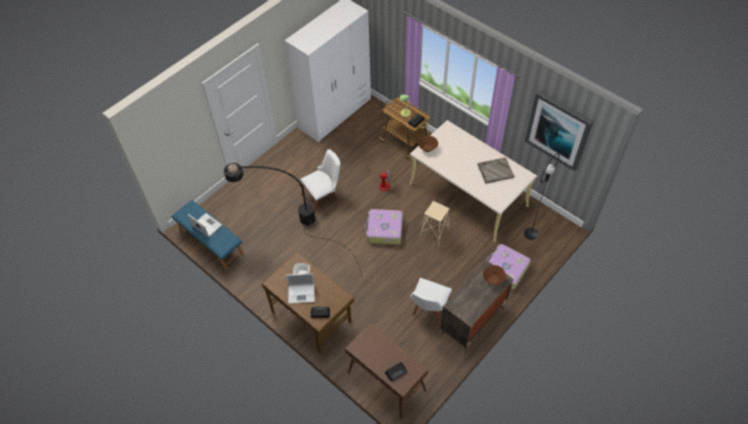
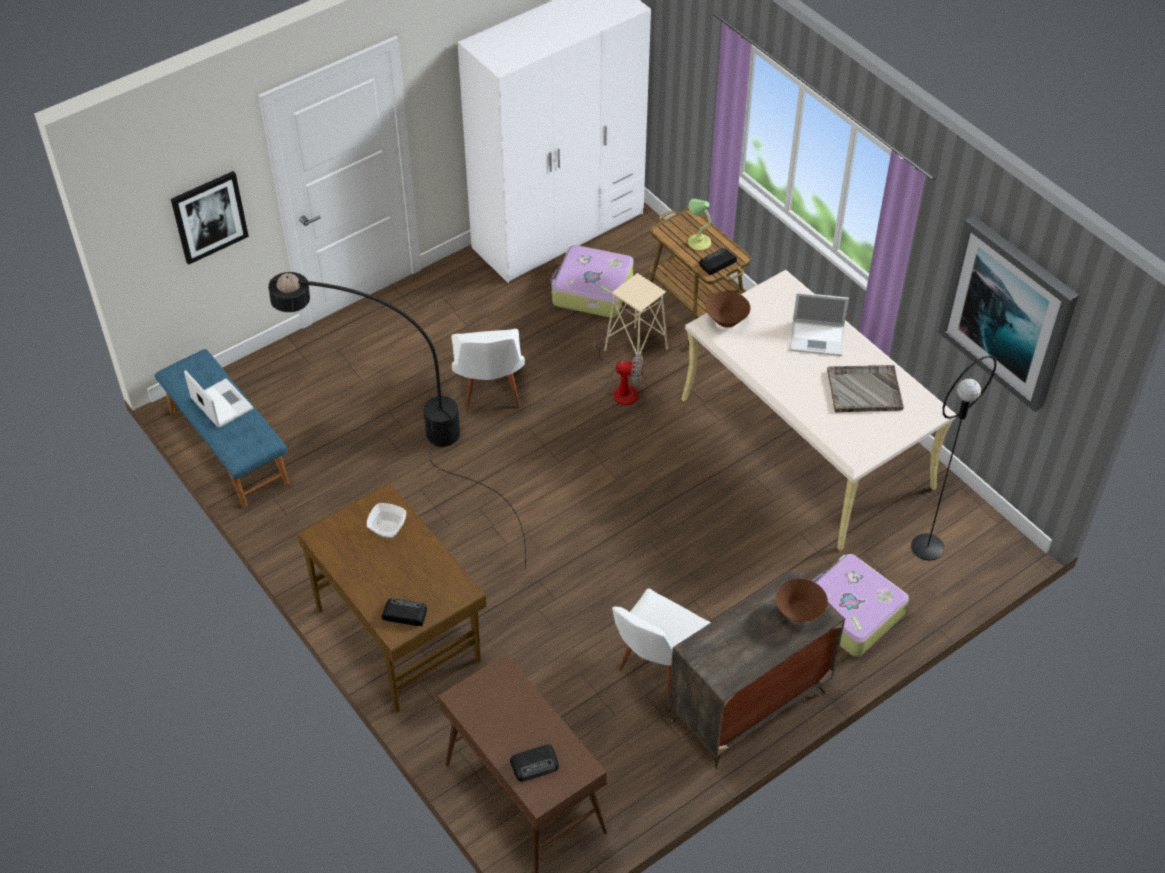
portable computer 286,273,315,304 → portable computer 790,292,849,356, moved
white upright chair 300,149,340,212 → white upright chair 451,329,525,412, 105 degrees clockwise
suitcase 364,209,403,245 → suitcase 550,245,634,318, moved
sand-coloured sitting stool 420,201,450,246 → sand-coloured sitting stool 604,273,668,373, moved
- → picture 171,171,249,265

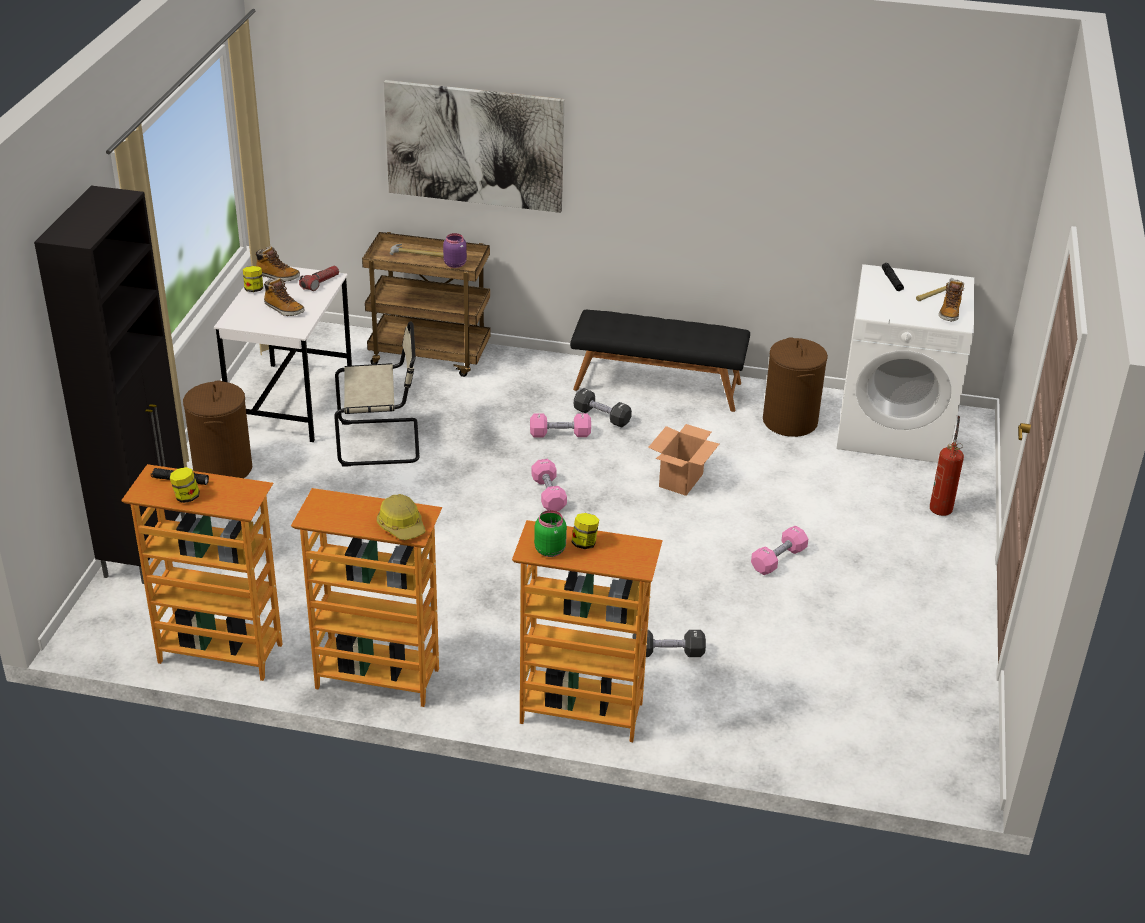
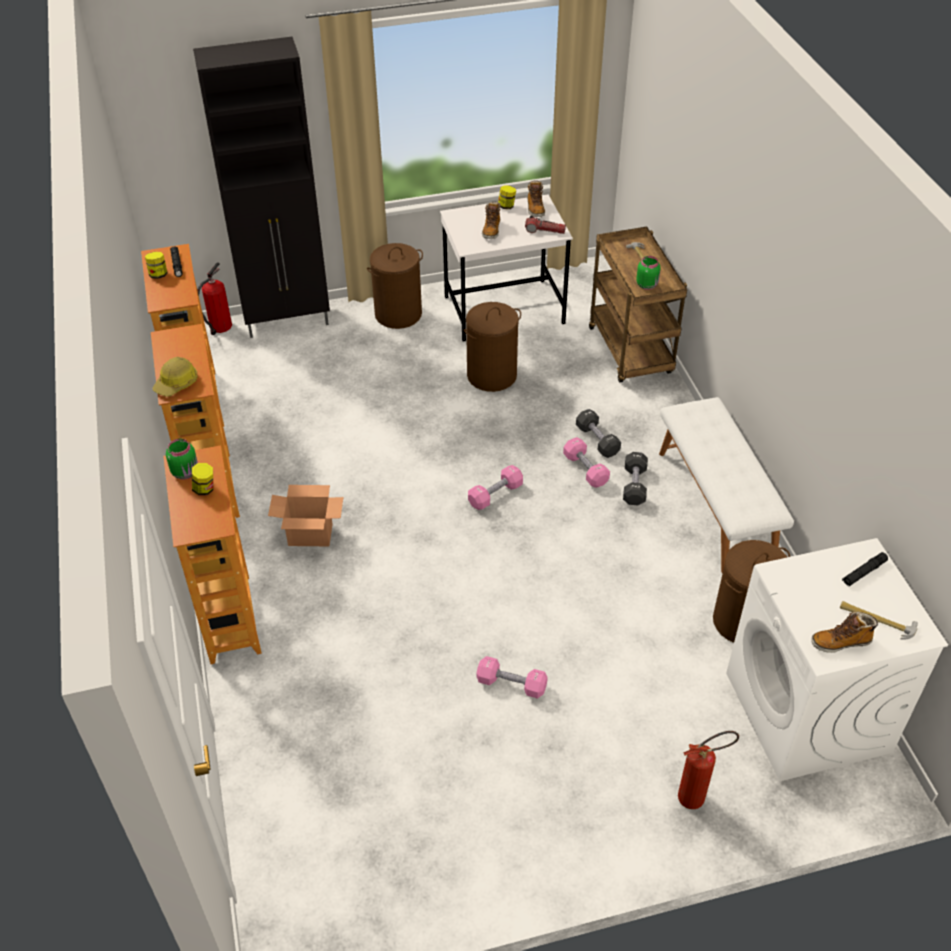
sand-coloured upright chair 334,322,419,467 → brown hamper 464,302,521,392
picture 384,80,564,213 → -
purplish jar 443,233,467,268 → greenish jar 636,256,660,290
blackish bench 570,310,750,412 → white bench 659,397,794,573
blackish hand weight 632,630,706,657 → blackish hand weight 576,409,621,458, moved
cardboard box 648,424,719,496 → cardboard box 268,485,343,546, moved
- → extinguisher 197,262,232,335

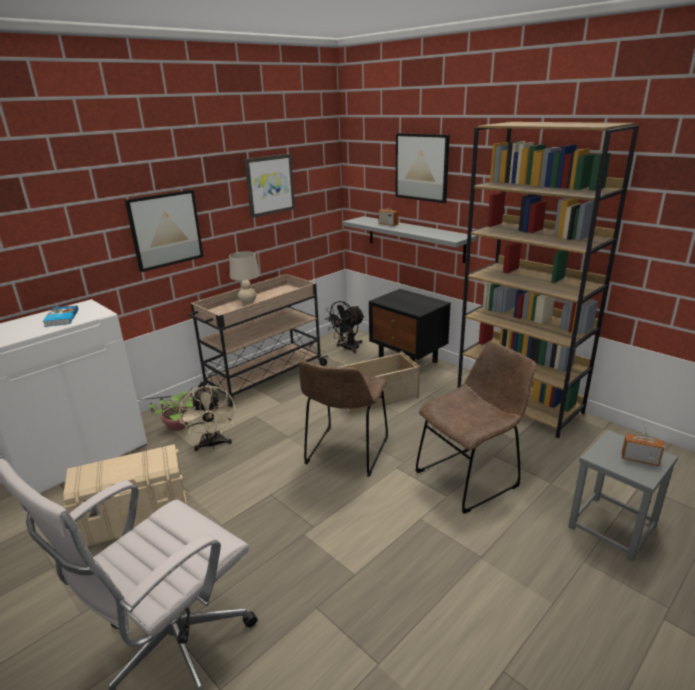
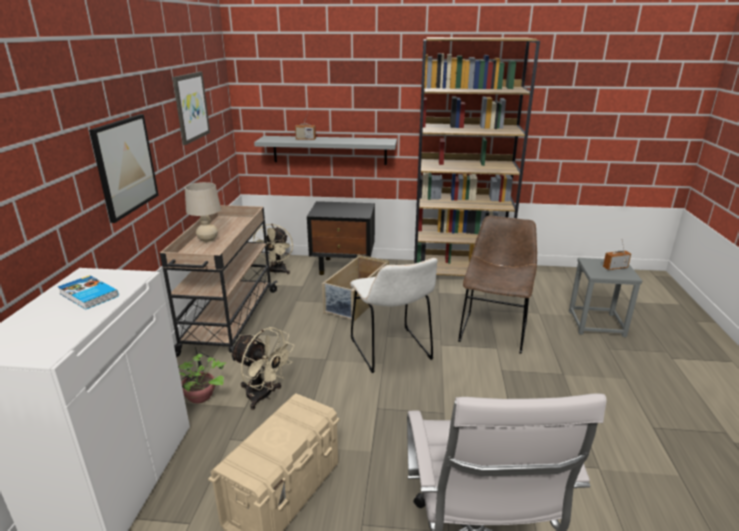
brown upright chair 299,361,388,477 → white upright chair 350,258,438,373
blackish electric fan 324,301,365,354 → sand-coloured electric fan 253,224,293,274
picture 395,133,450,203 → -

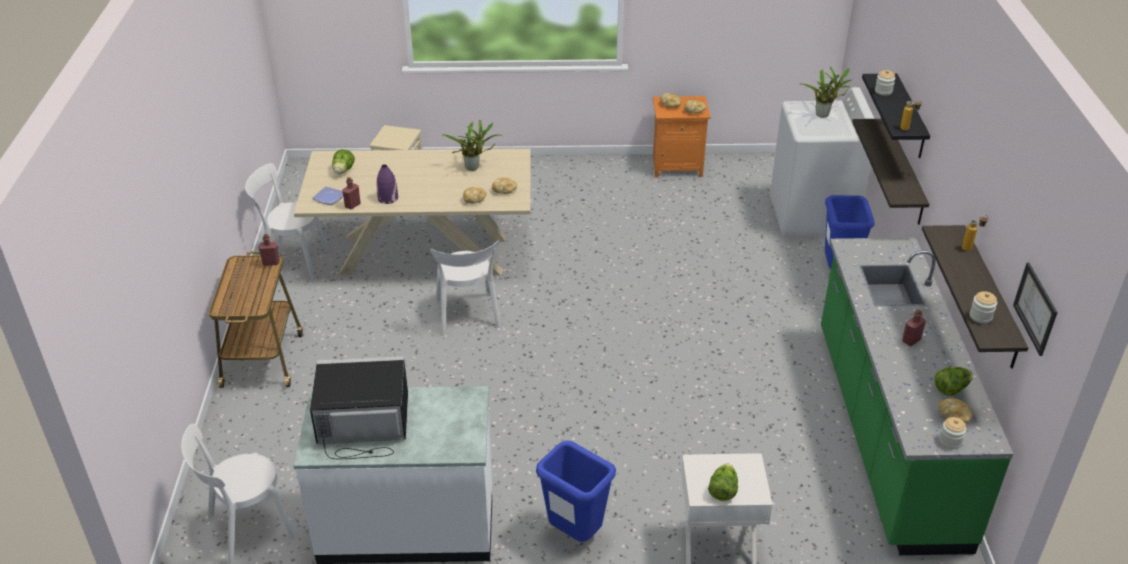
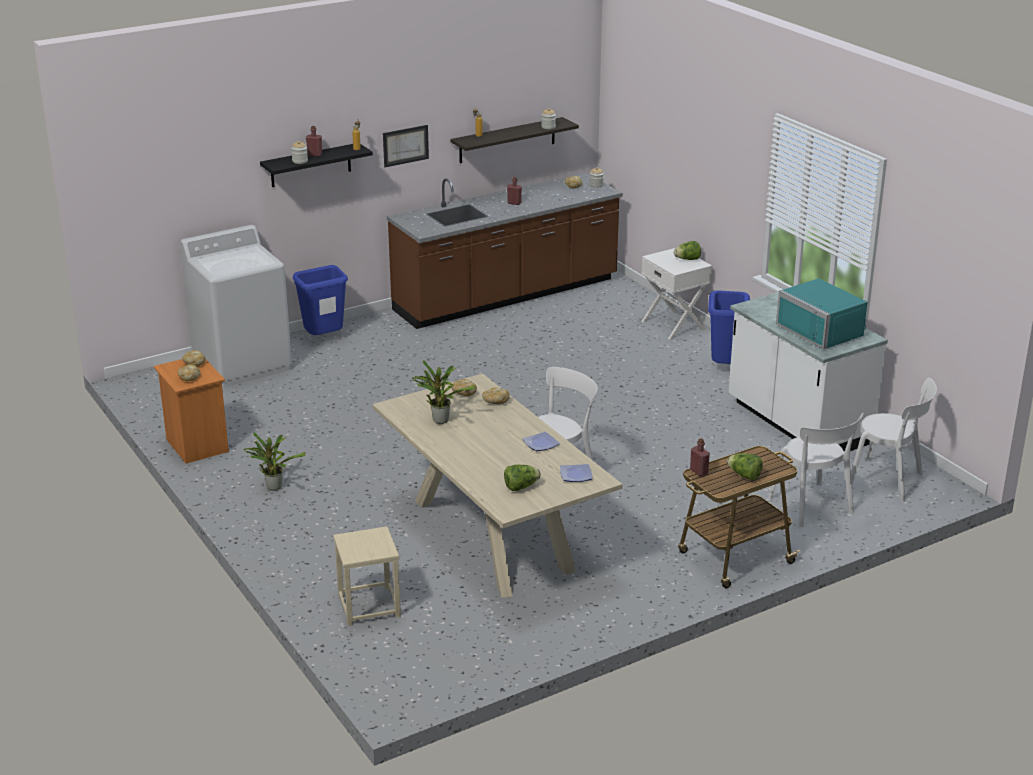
white upright chair 245,163,328,279 → white upright chair 768,413,864,527, moved
blackish microwave oven 310,356,408,459 → turquoise microwave oven 776,278,867,349
red beverage bottle 342,177,361,210 → red beverage bottle 306,126,322,156, moved
purplish flower vase 376,164,398,204 → flat dish 522,432,560,451
potted plant 801,67,852,118 → potted plant 243,432,306,491, moved
greenish counter 821,238,1013,555 → brown counter 387,173,623,329
wall shelf 852,119,929,225 → -
lettuce head 934,367,973,396 → lettuce head 727,453,763,480, moved
picture 1013,262,1058,356 → picture 383,125,429,167, moved

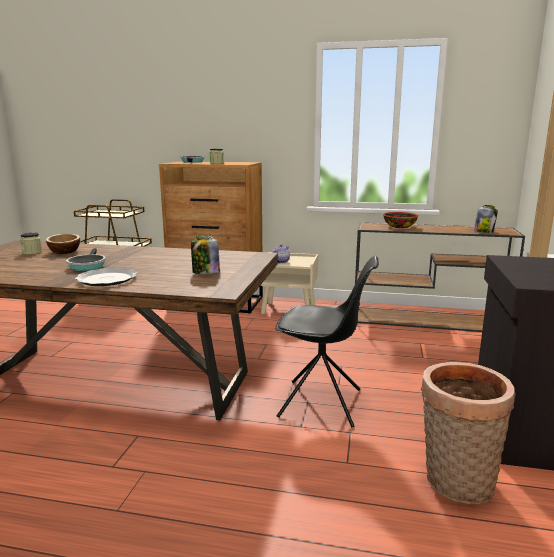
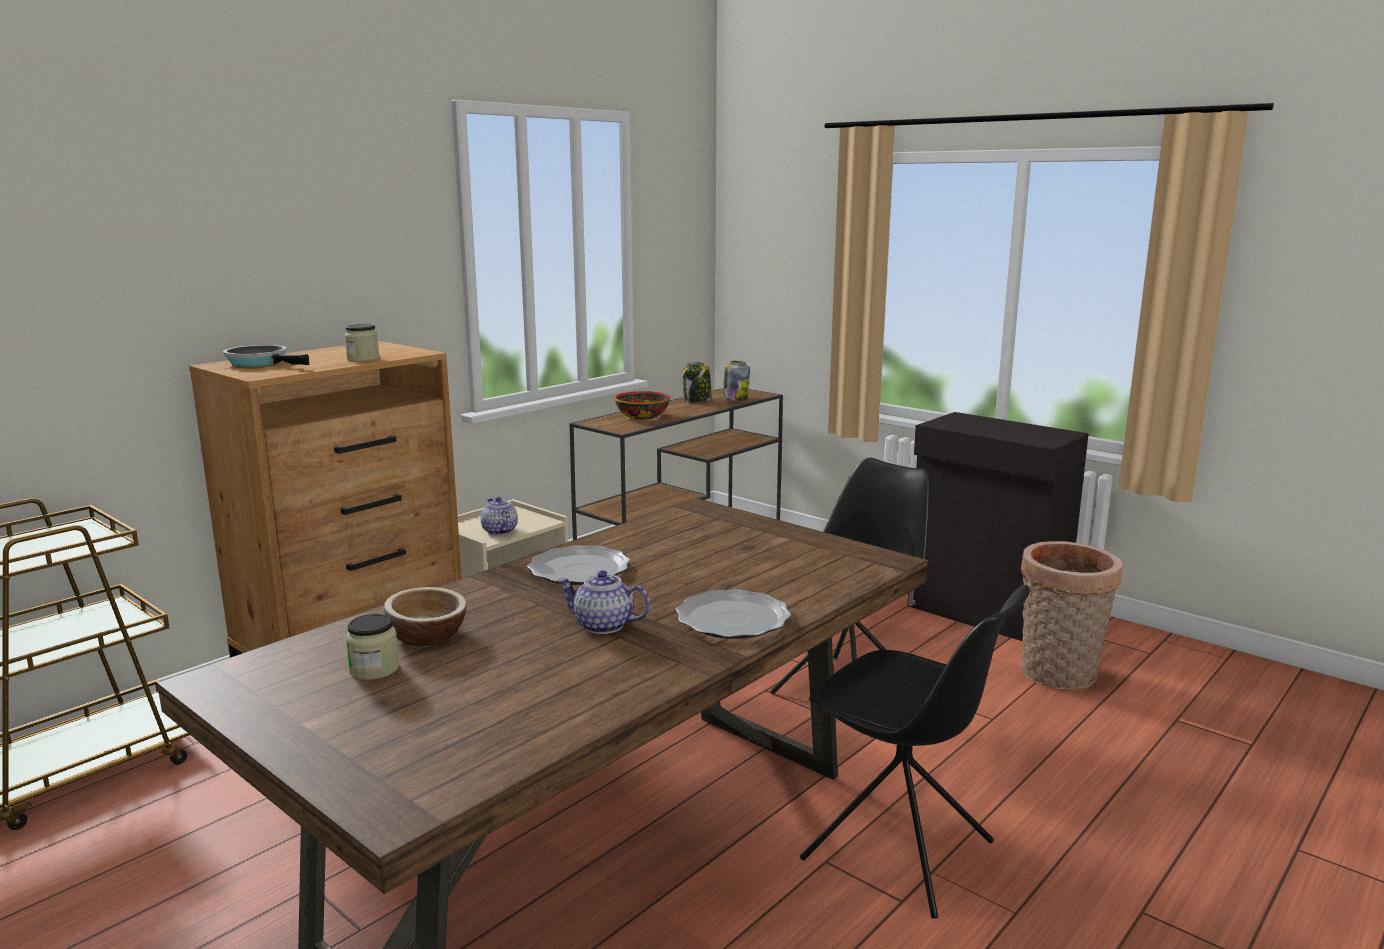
skillet 66,248,106,271 → tea pot 557,570,650,634
jar 191,235,220,274 → jar 682,362,712,403, moved
- → flat dish 527,545,630,585
- → blackish upright chair 800,585,1030,919

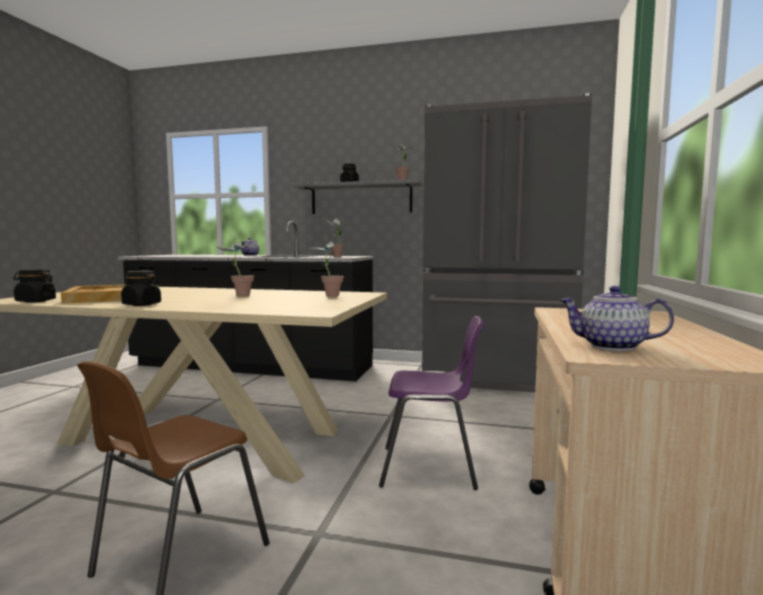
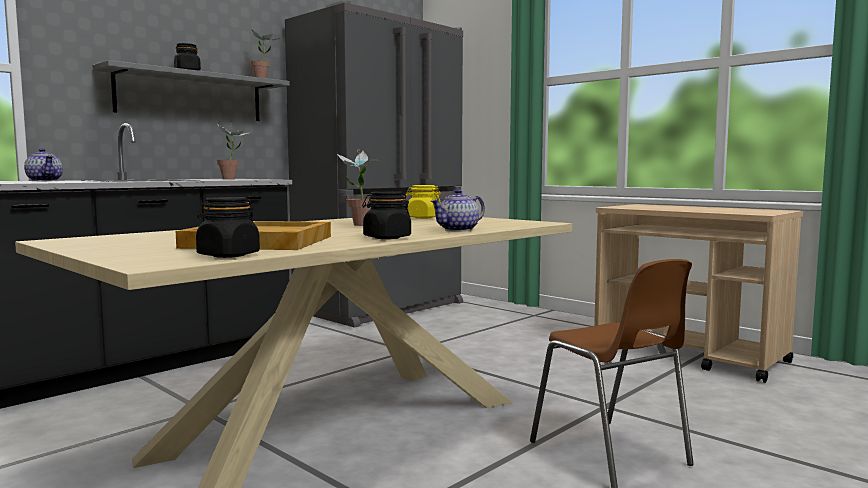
potted plant 307,238,344,297 → yellow jar 406,185,441,219
purplish upright chair 379,316,483,490 → -
tea pot 560,286,674,351 → tea pot 430,189,485,231, moved

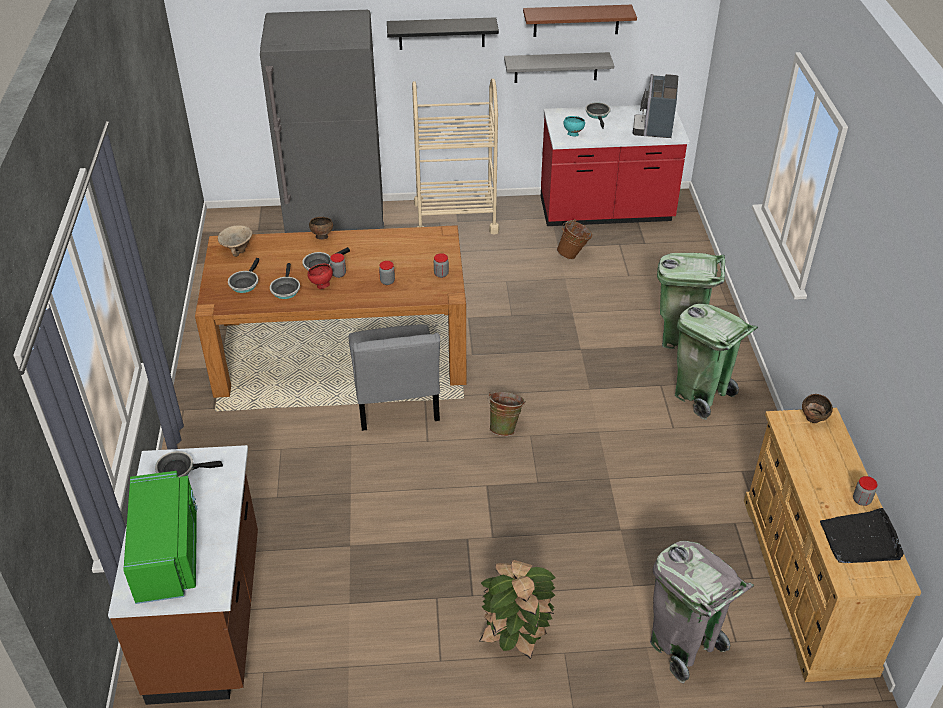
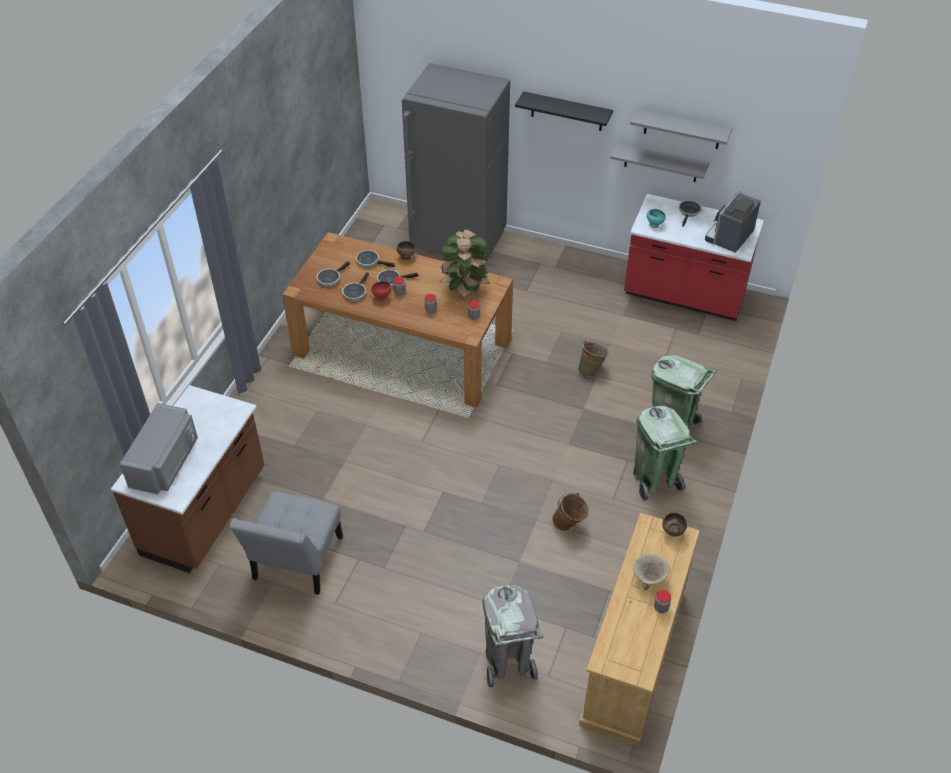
greenish microwave oven 123,471,197,604 → grey microwave oven 120,403,198,495
skillet 155,451,223,478 → skillet 356,250,395,267, moved
sand-coloured serving bowl 218,225,253,257 → sand-coloured serving bowl 633,553,670,590, moved
grey upright chair 349,324,440,431 → grey upright chair 229,491,343,595, moved
sand-coloured trolley 412,79,499,234 → -
potted plant 479,560,556,659 → potted plant 439,229,491,299, moved
greenish pail 487,392,525,436 → greenish pail 578,341,609,377, moved
brown wall shelf 523,5,637,37 → grey wall shelf 630,108,732,149
brown pail 557,219,592,260 → brown pail 552,493,589,531, moved
blackish carrying tray 820,508,904,563 → -

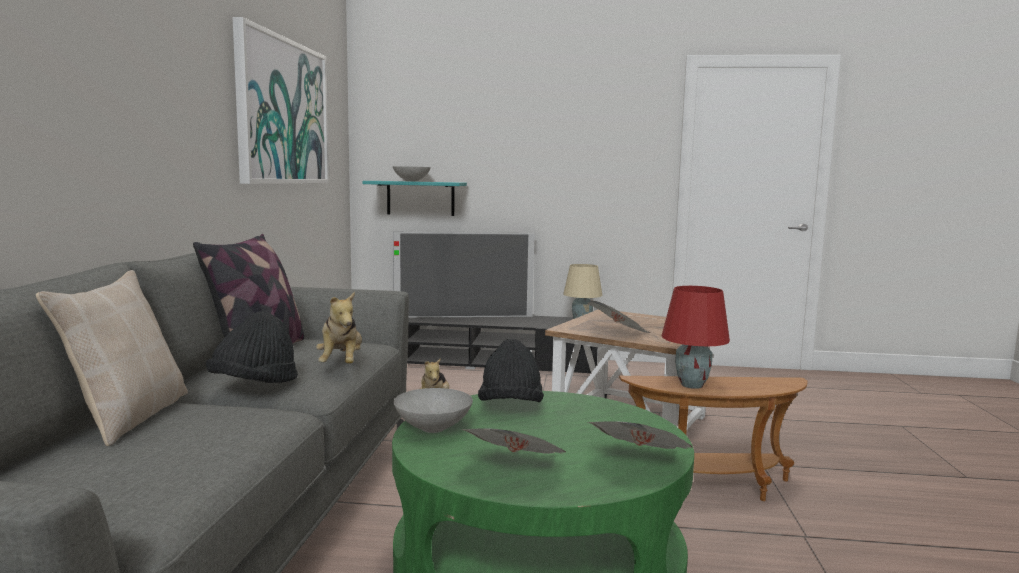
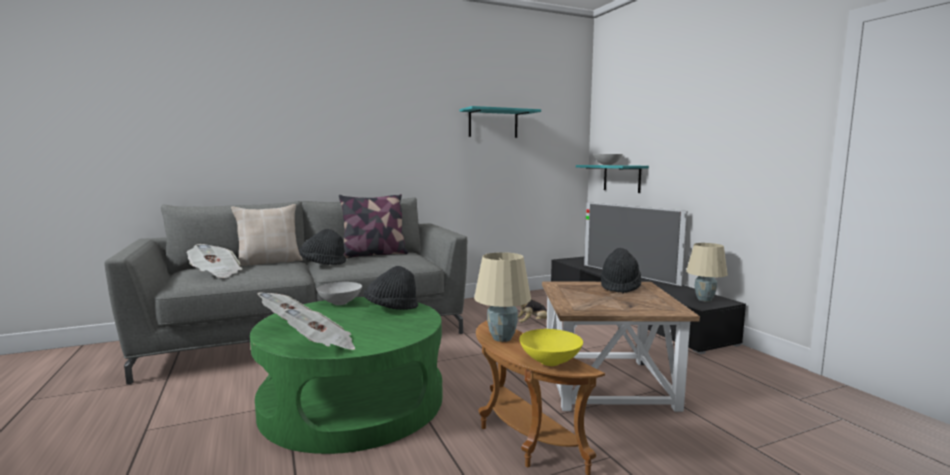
picture 233,17,329,184 → turquoise wall shelf 459,106,541,138
cuddly toy 316,292,362,363 → -
daily paper 587,301,651,333 → daily paper 186,244,243,278, moved
red lamp for a table 662,286,730,389 → sand-coloured lamp for a table 474,252,531,342
- → yellow serving bowl 519,329,583,366
- → blackish wearable hat 601,248,641,293

